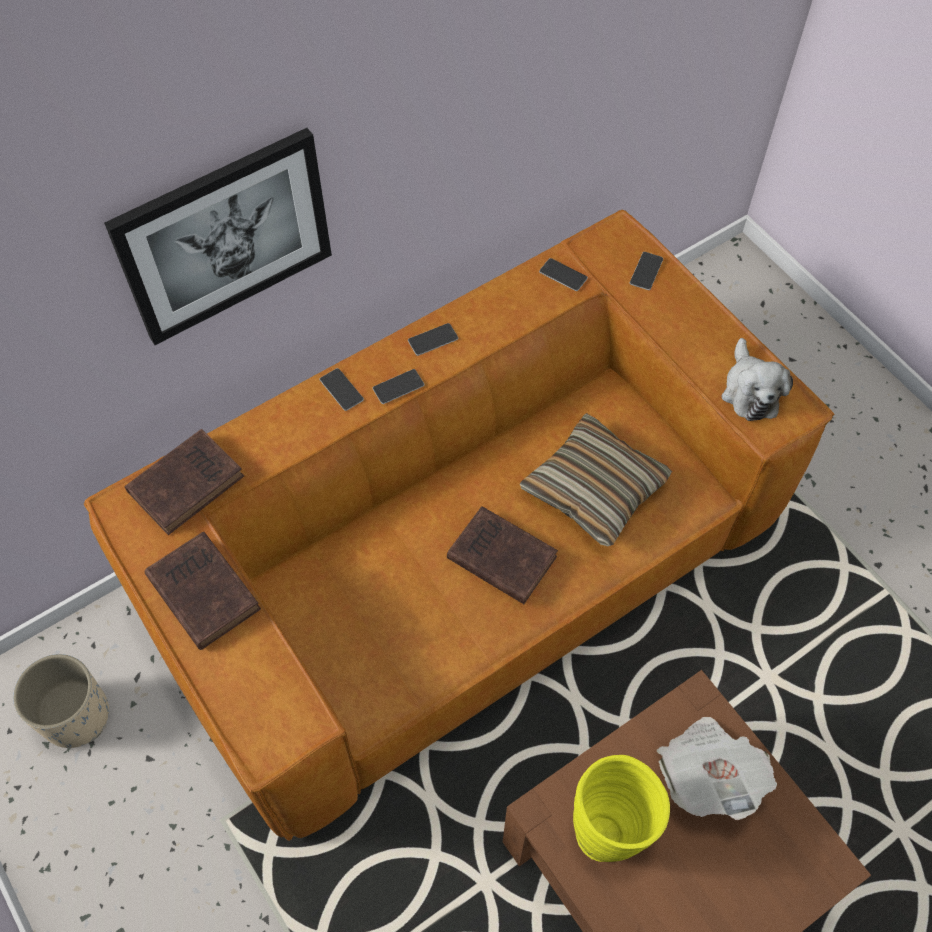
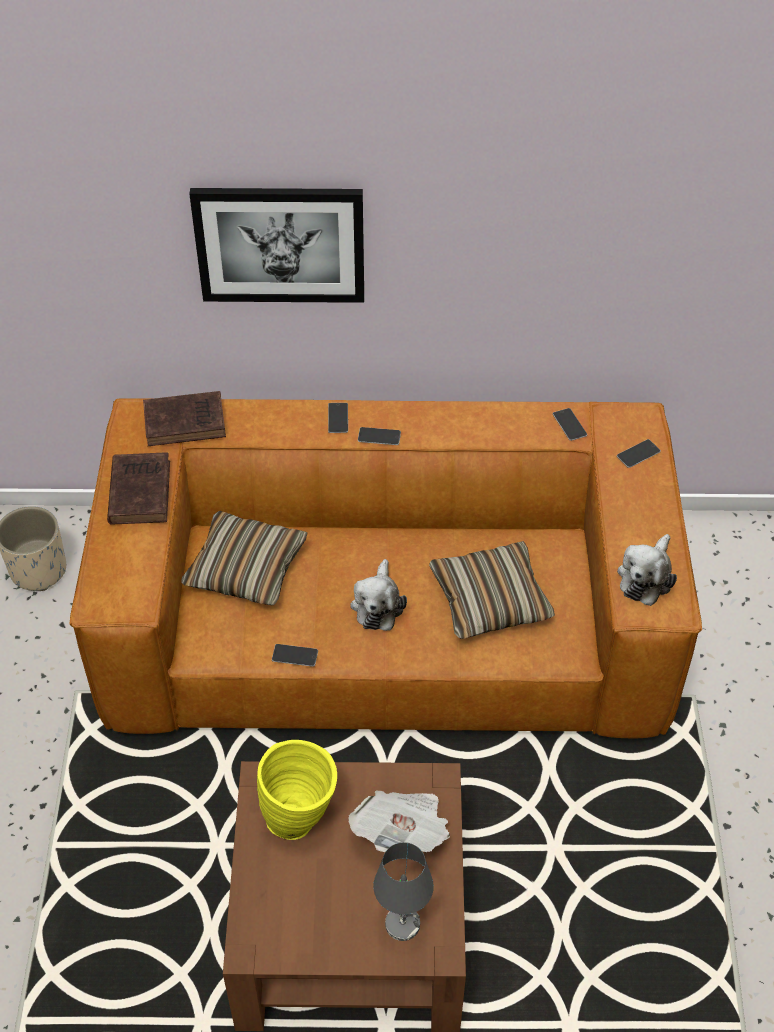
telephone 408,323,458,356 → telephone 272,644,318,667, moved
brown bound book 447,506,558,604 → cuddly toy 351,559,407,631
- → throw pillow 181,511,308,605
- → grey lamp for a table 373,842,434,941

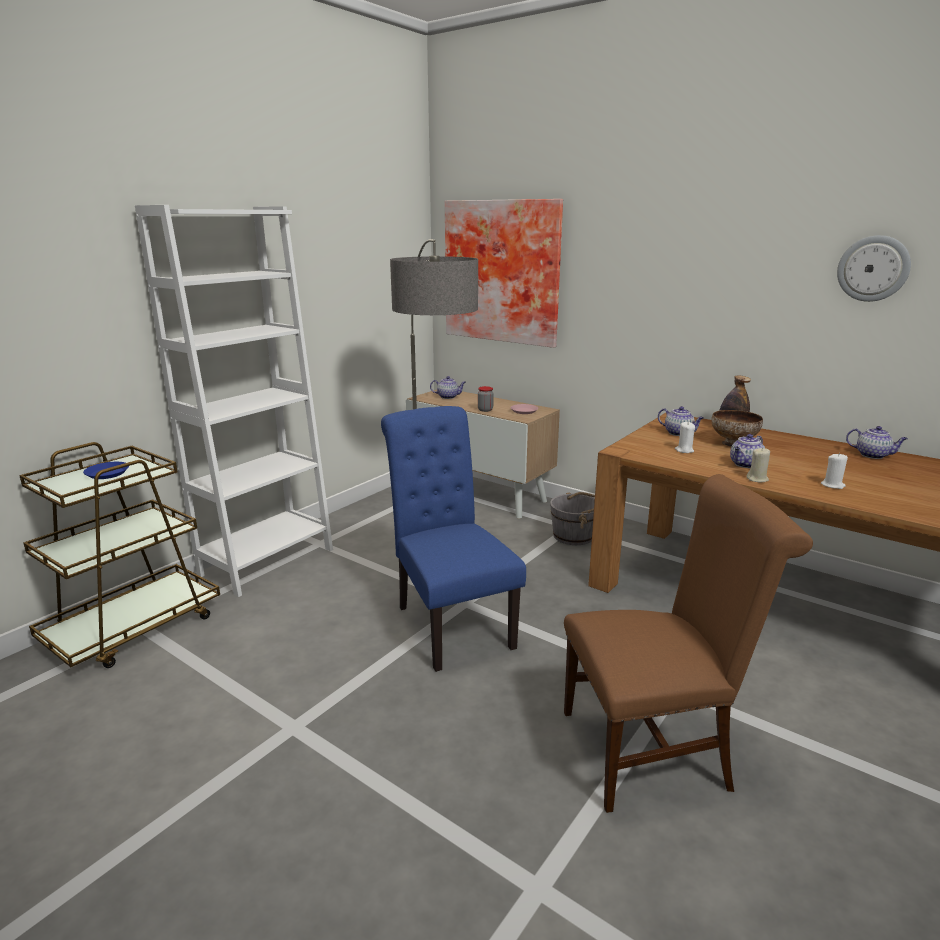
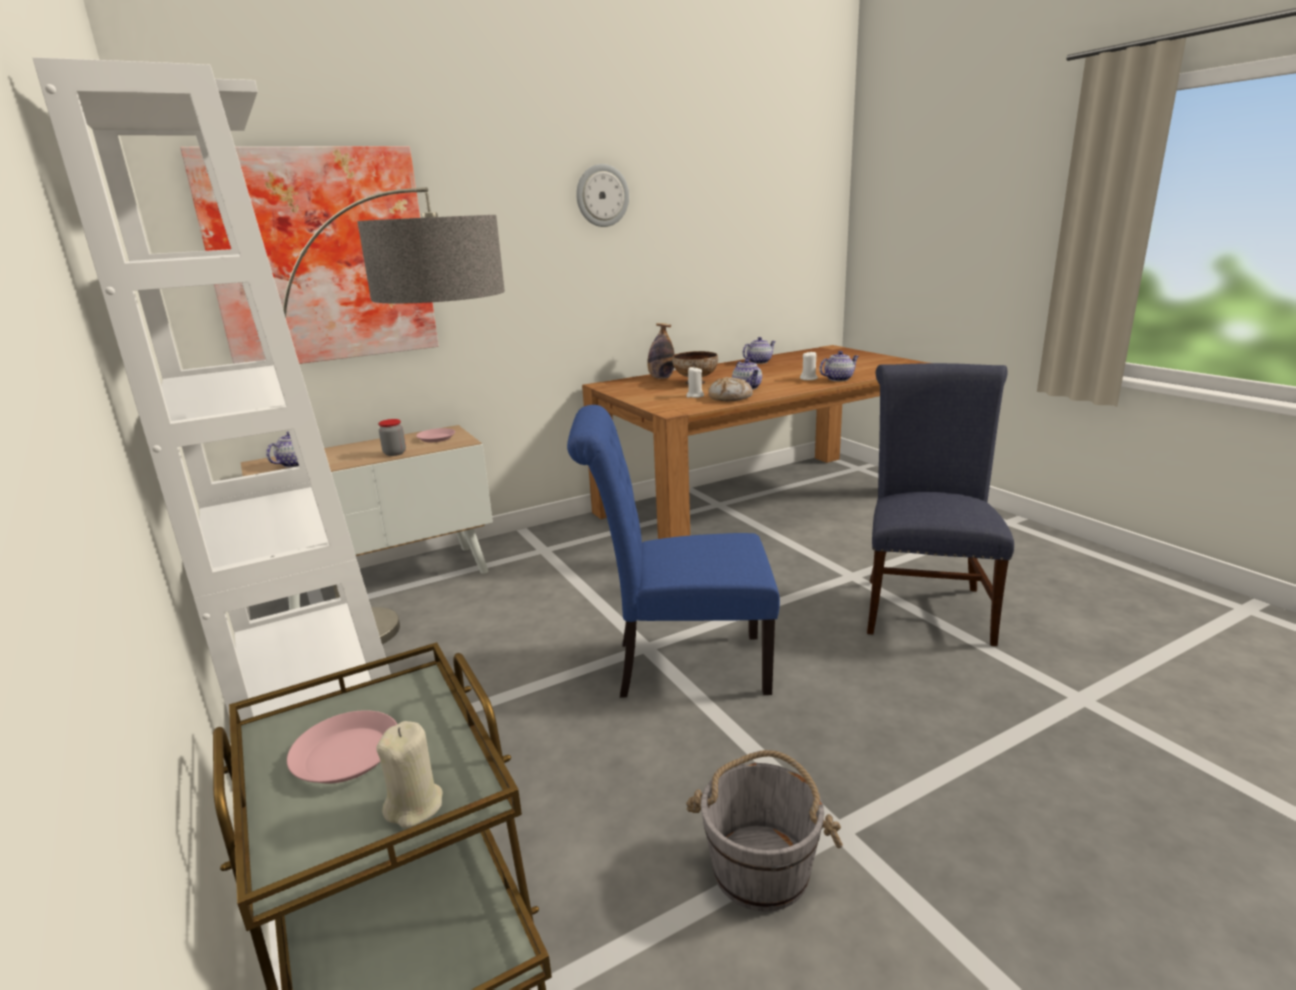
blue flat dish 83,462,129,479 → pink flat dish 287,710,397,783
grey pail 550,492,595,545 → grey pail 686,750,843,912, moved
brown upright chair 564,474,813,813 → blue upright chair 867,363,1014,646
tea pot 658,406,704,436 → tea pot 820,351,859,381, moved
sand-coloured wax candle 746,447,770,482 → sand-coloured wax candle 376,721,443,828, moved
clock on the wall 837,235,911,302 → clock on the wall 576,164,629,227, moved
- → bread 708,377,753,401

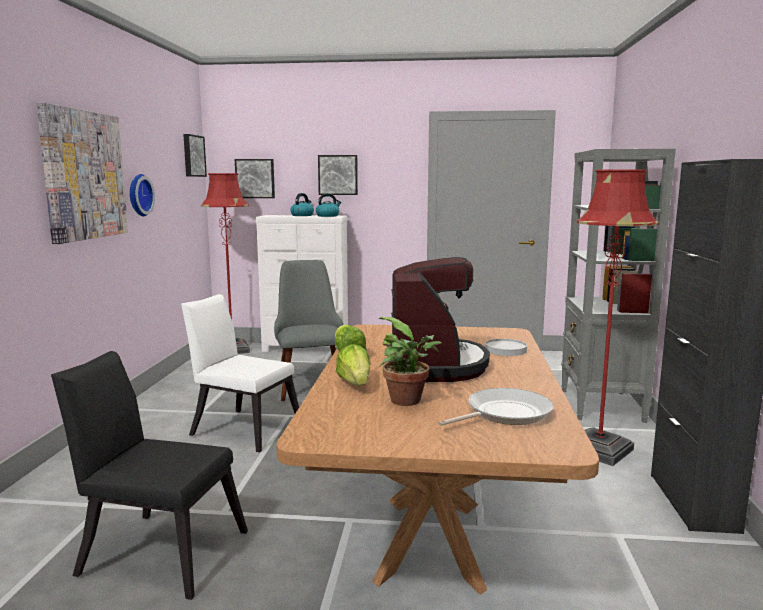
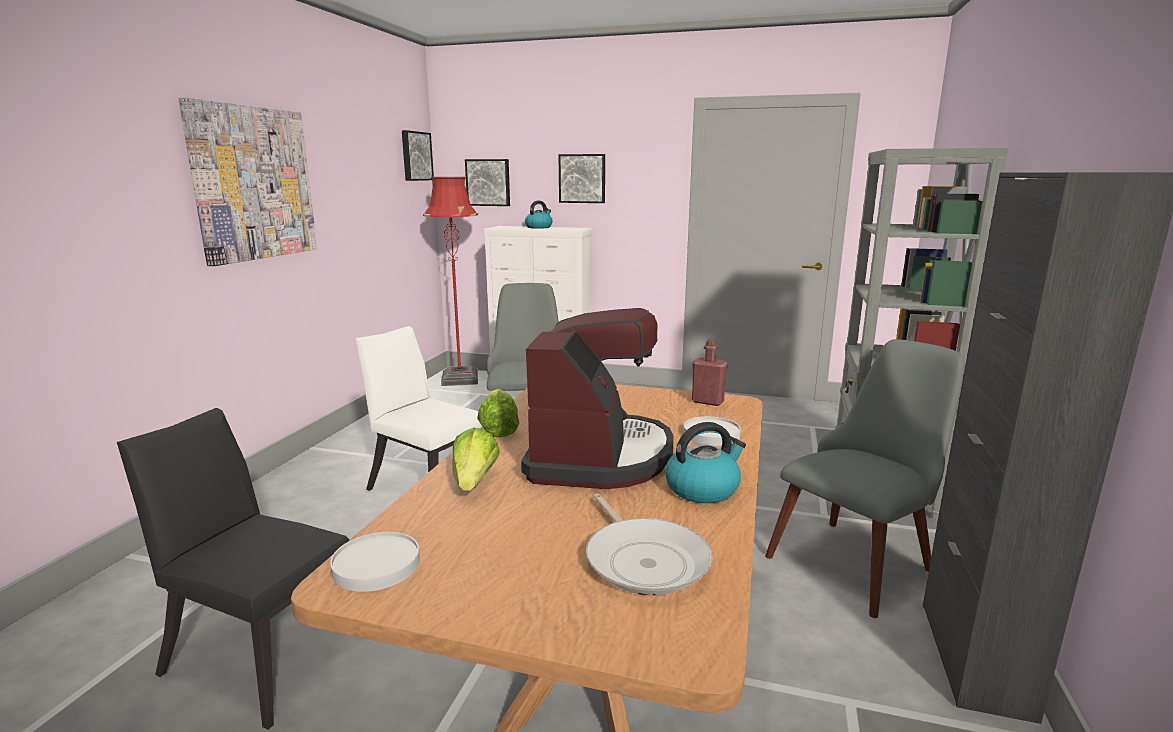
clock on the wall 130,174,155,216 → -
tea kettle 316,193,341,217 → tea kettle 665,422,746,503, moved
potted plant 379,317,442,406 → -
skillet 438,388,554,426 → skillet 586,494,712,595, 90 degrees clockwise
red standing lamp 577,169,659,466 → grey upright chair 765,339,965,618
- → white flat dish 330,532,420,592
- → red beverage bottle 692,339,728,406

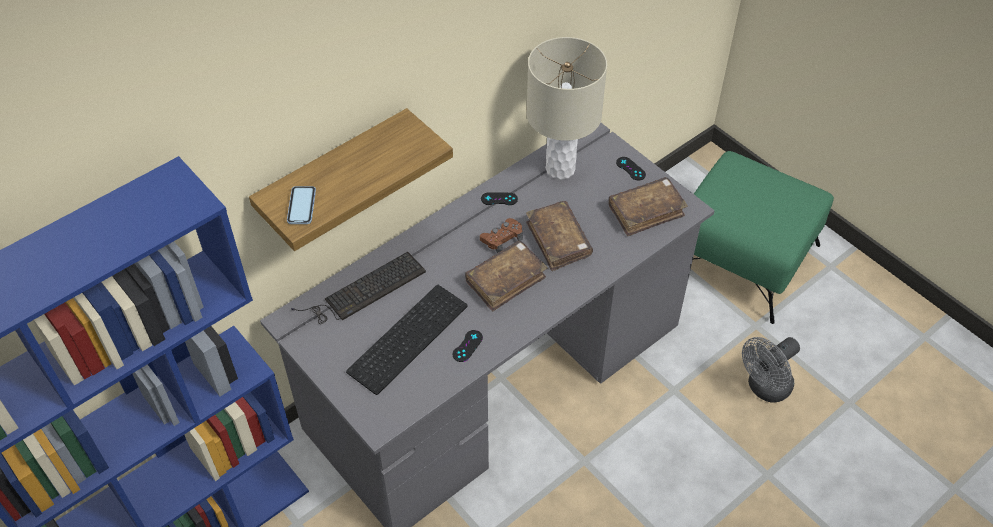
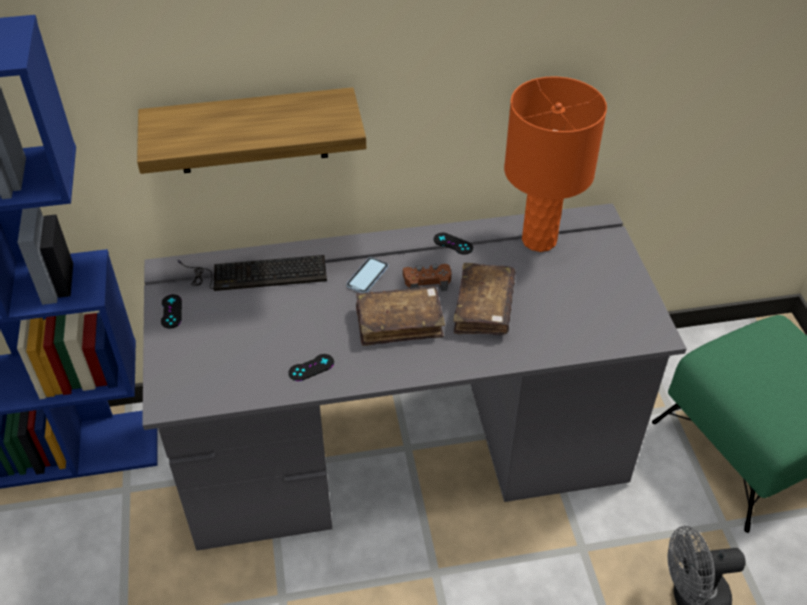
telephone 287,186,316,224 → telephone 346,257,388,293, moved
PC keyboard 346,285,468,395 → -
sand-coloured lamp for a table 527,37,607,180 → orange lamp for a table 504,76,607,252
brown bound book 609,177,688,236 → -
blackish gamepad 616,157,646,180 → blackish gamepad 161,294,182,328, moved

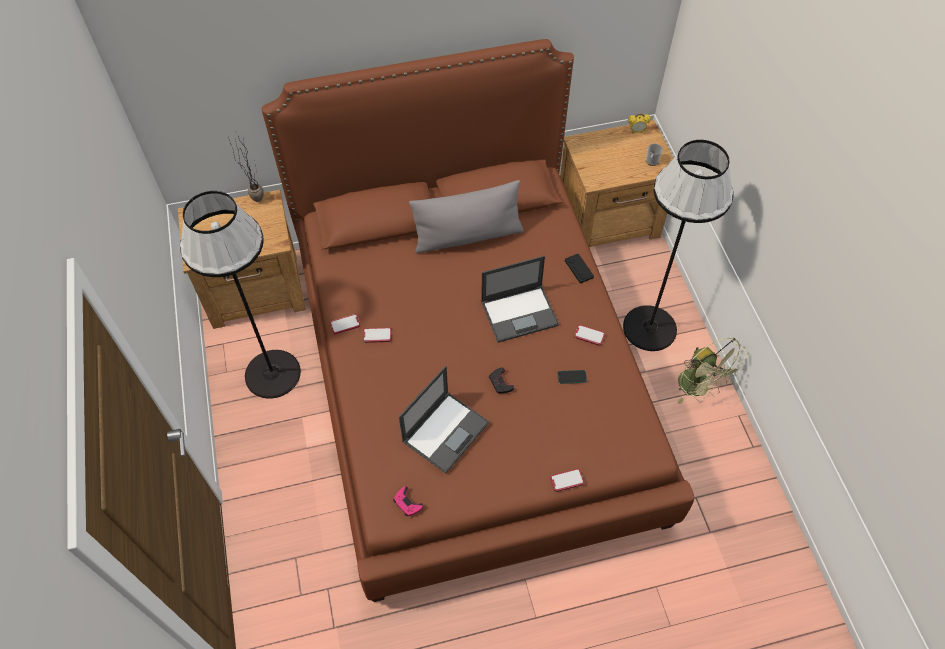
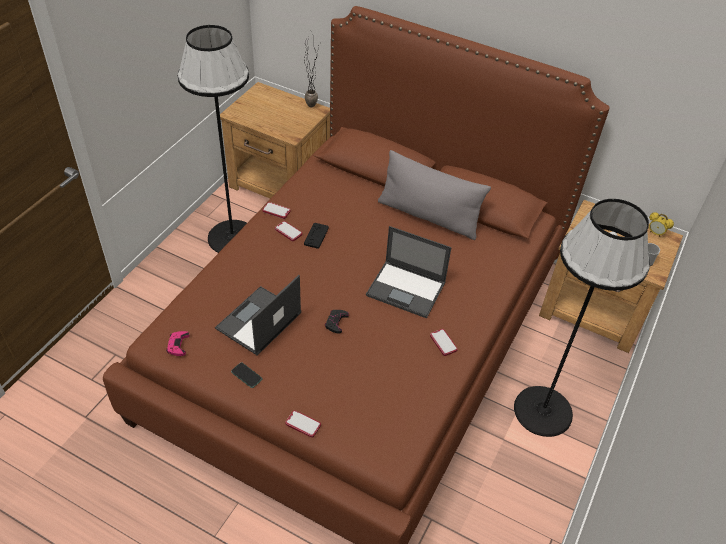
portable computer 399,366,489,474 → portable computer 215,275,301,356, 135 degrees clockwise
telephone 557,370,587,384 → telephone 231,362,263,388, moved
blackish gamepad 565,254,594,283 → blackish gamepad 304,223,329,249, moved
greenish electric fan 677,337,748,405 → -

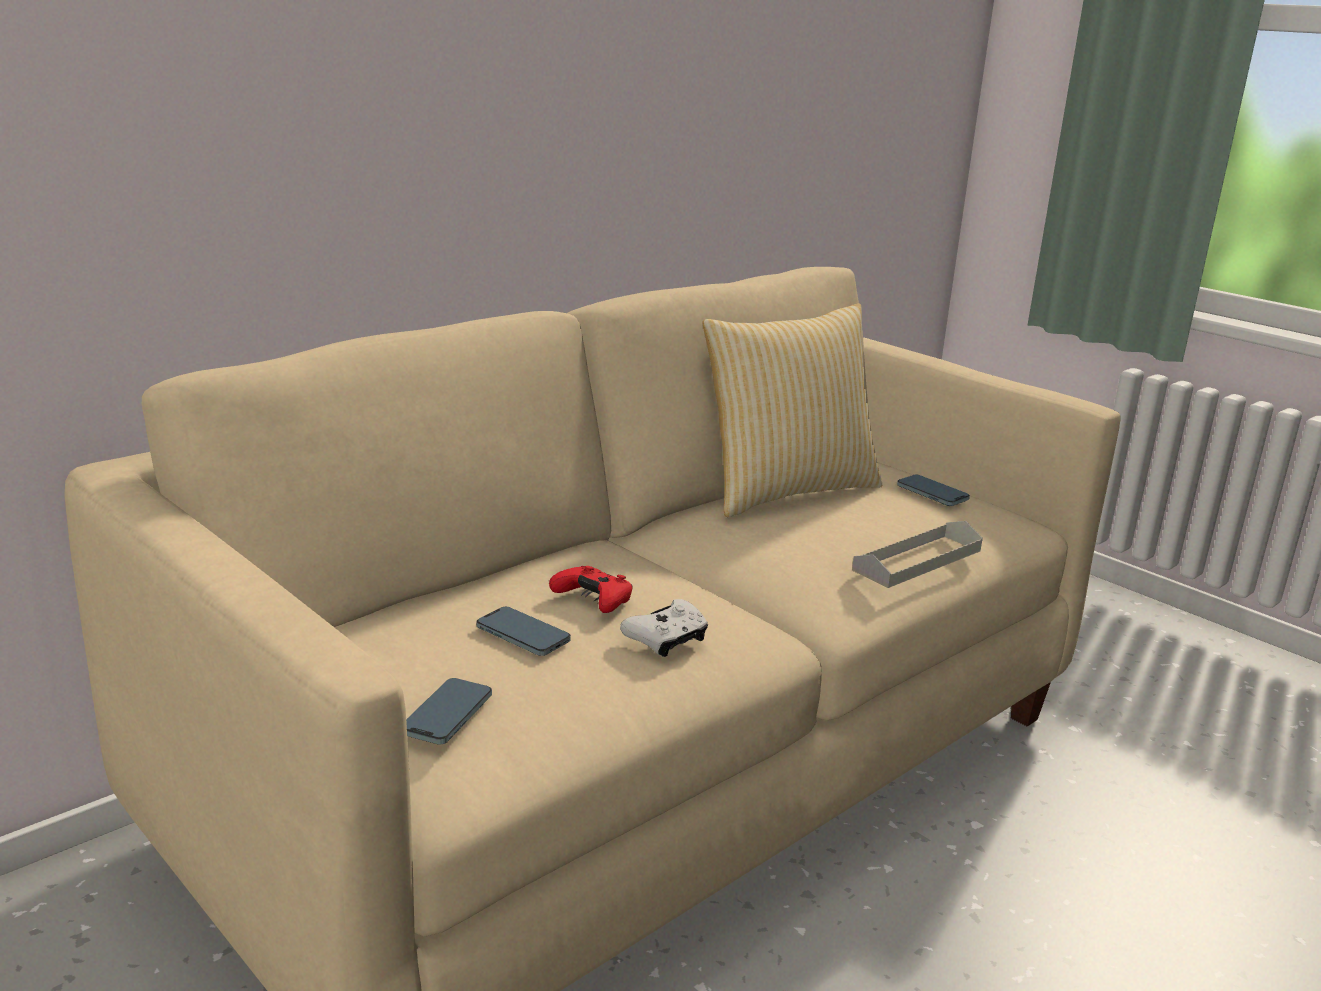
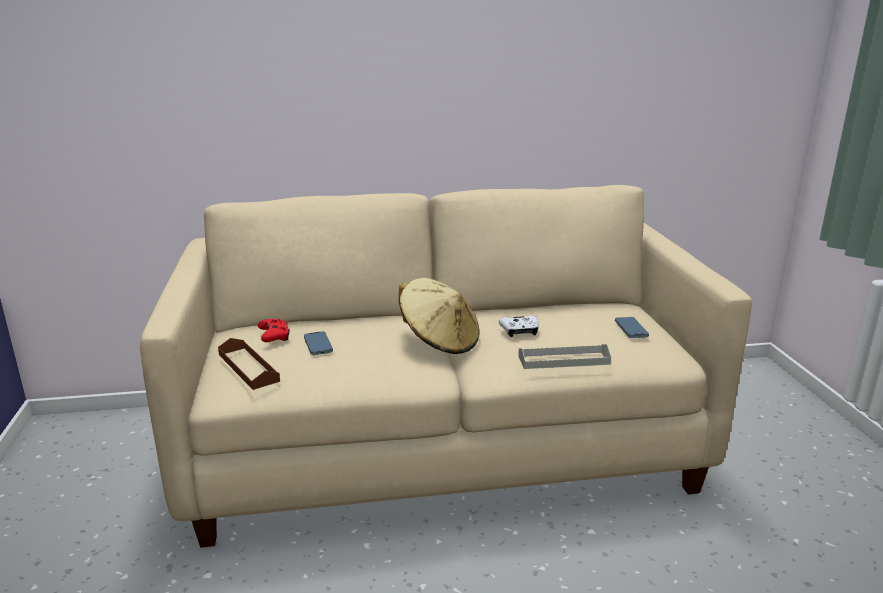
telephone 406,678,492,745 → brown carrying tray 218,338,280,390
red gamepad 549,566,633,613 → red gamepad 258,319,290,342, moved
white gamepad 620,599,708,657 → white gamepad 499,316,539,337, moved
throw pillow 702,303,882,517 → -
- → sand-coloured wearable hat 399,278,480,354

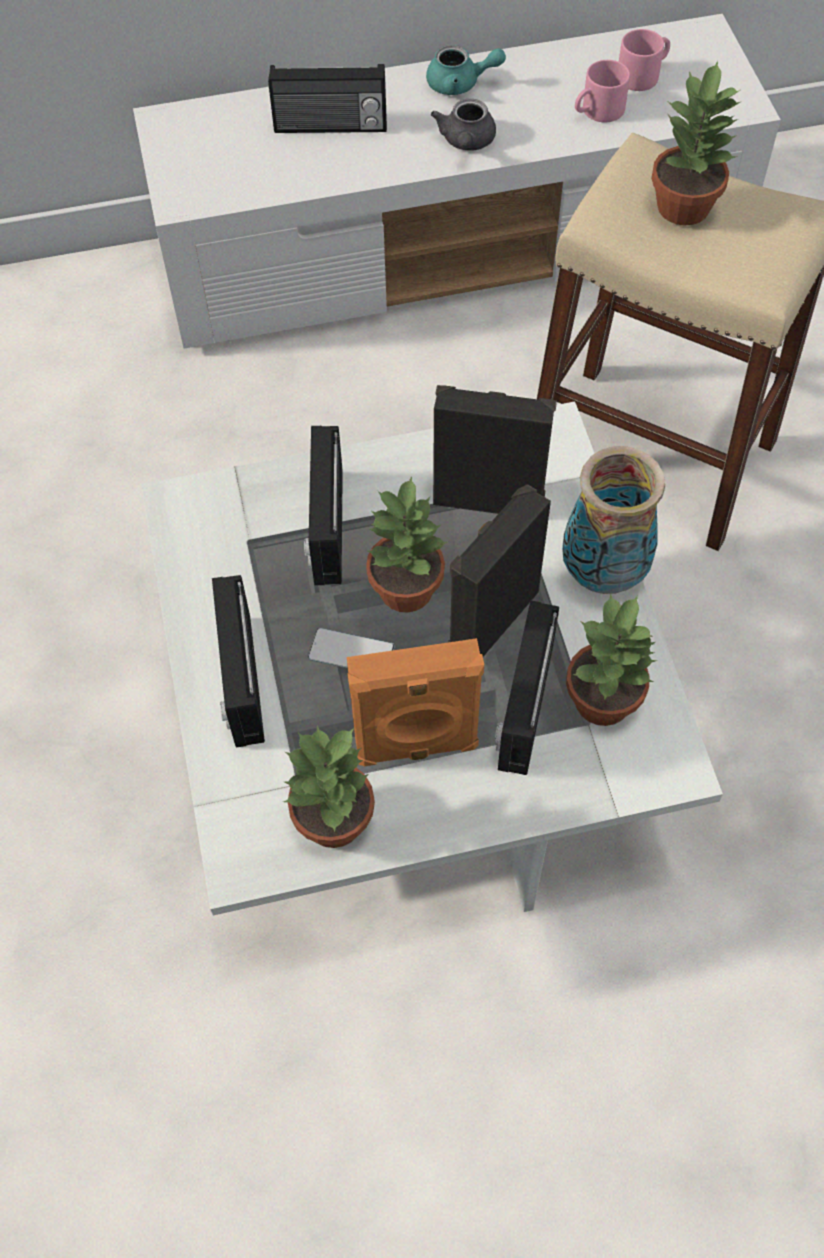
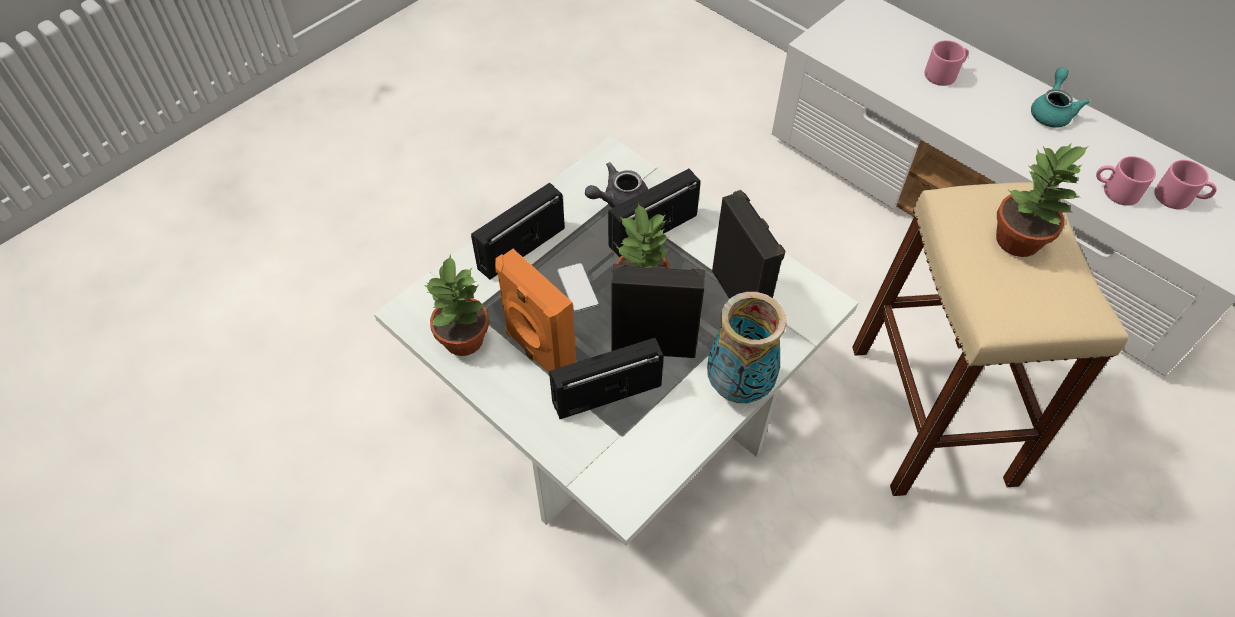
radio receiver 268,64,387,133 → pink tea mug 924,40,969,86
turquoise tea pot 426,45,506,95 → turquoise tea pot 1031,67,1090,128, 135 degrees counterclockwise
grey tea pot 431,99,496,151 → grey tea pot 585,162,648,208, moved
potted plant 566,593,657,726 → -

